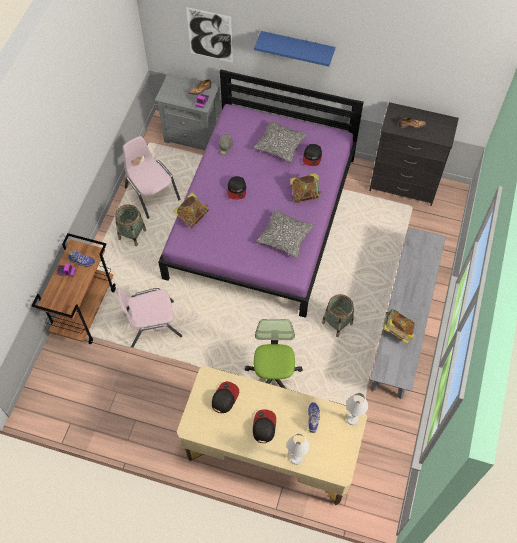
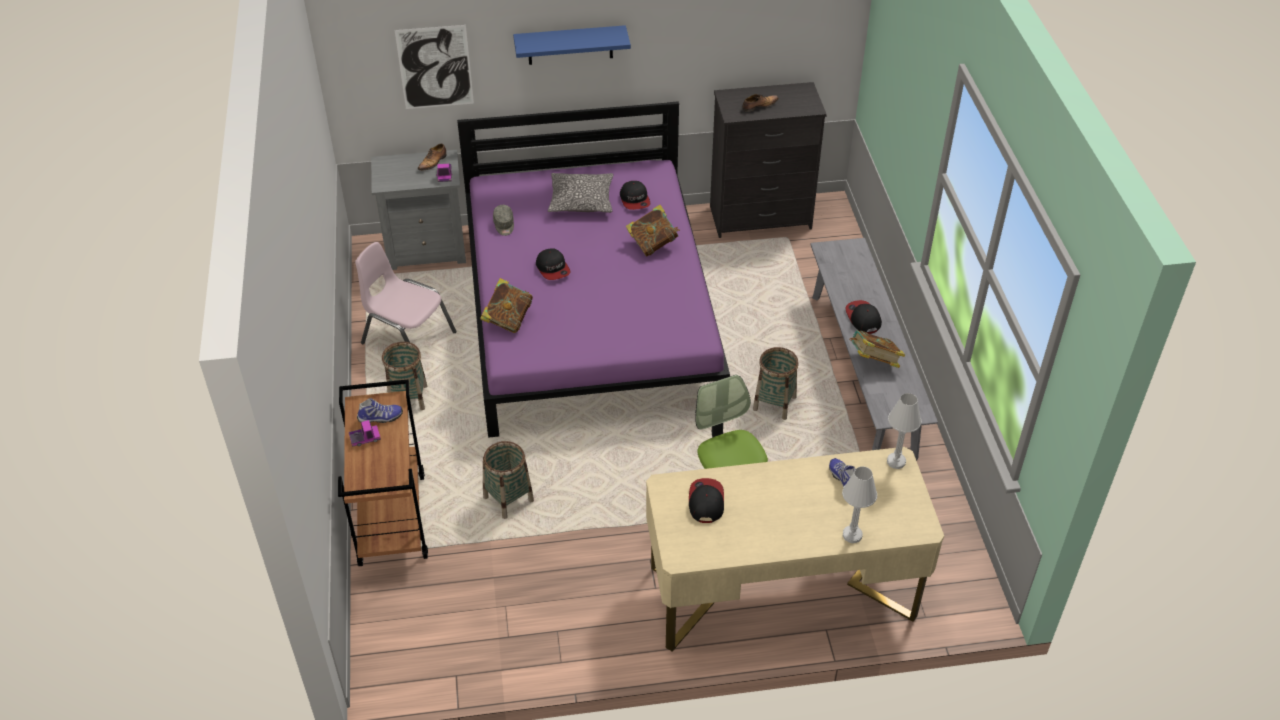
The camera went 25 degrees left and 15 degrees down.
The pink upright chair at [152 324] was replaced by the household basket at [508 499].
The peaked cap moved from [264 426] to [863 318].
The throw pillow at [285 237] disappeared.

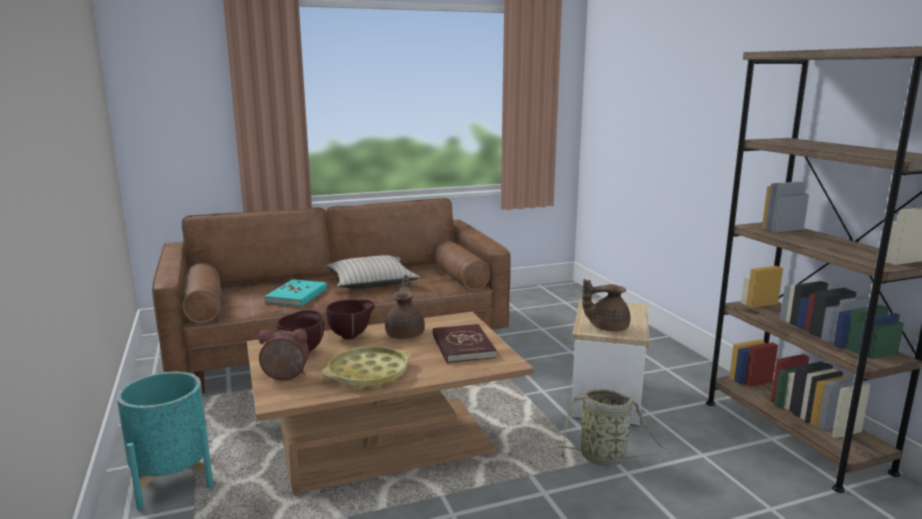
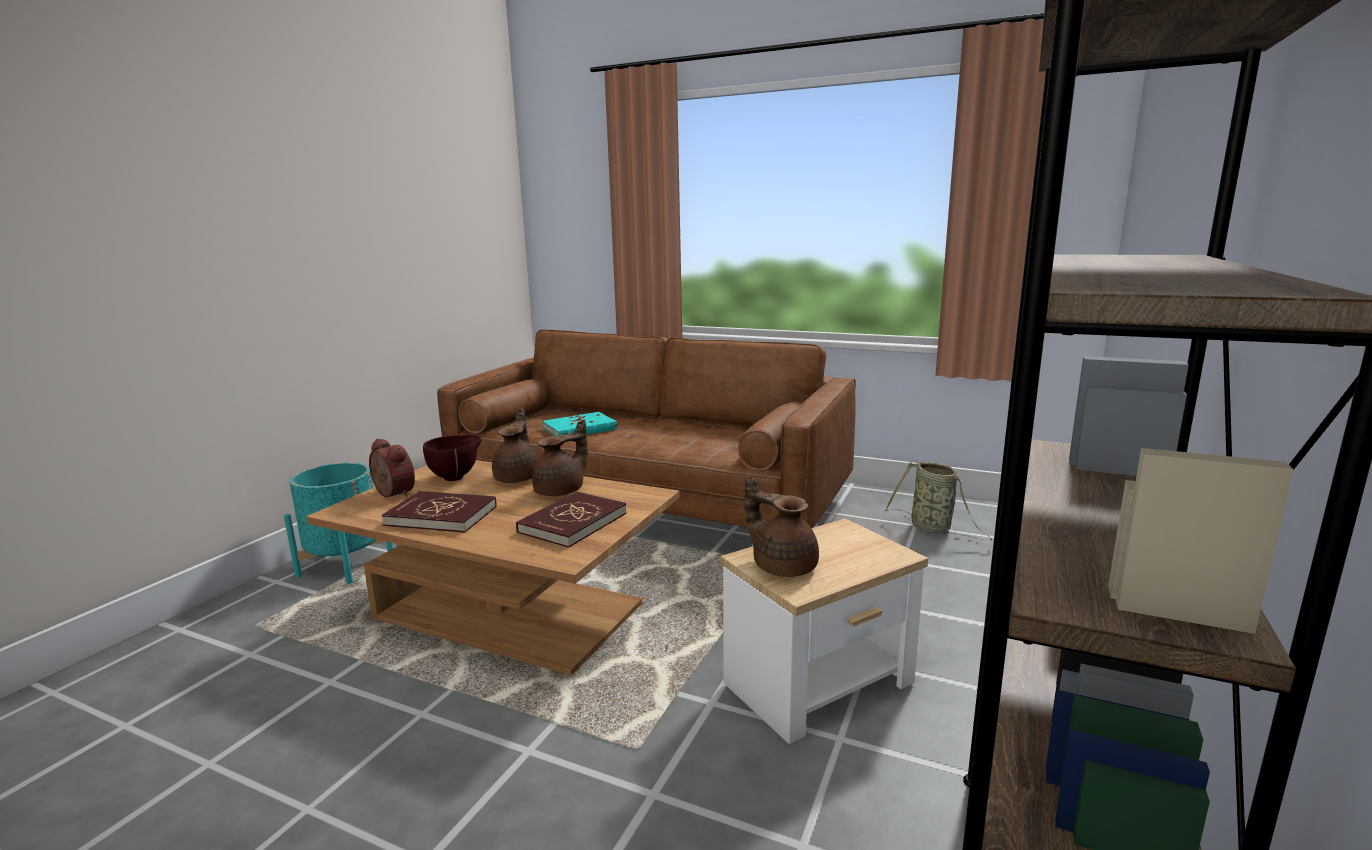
The camera went 45 degrees right and 0 degrees up.
The yellowish tray at [368 373] was replaced by the red-coloured bound book at [441 516].
The beige-coloured throw pillow at [371 282] disappeared.
The brown-coloured bowl at [352 336] was replaced by the brown-coloured teapot at [518 477].
The household basket moved from [606 458] to [933 529].

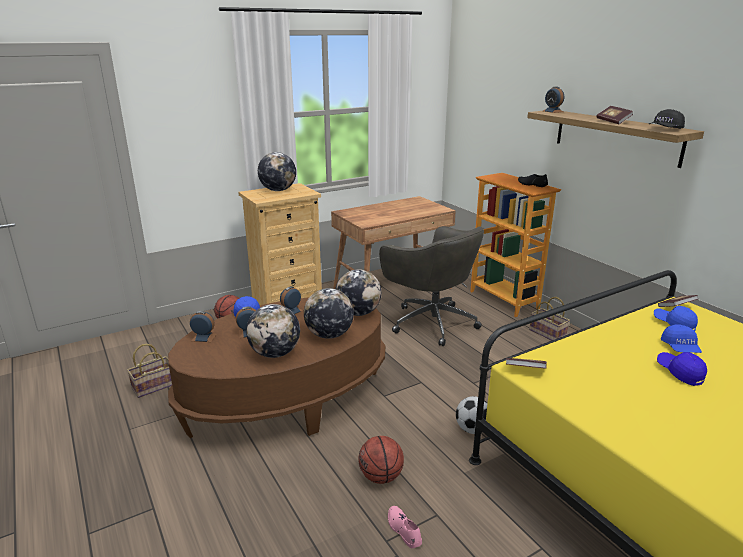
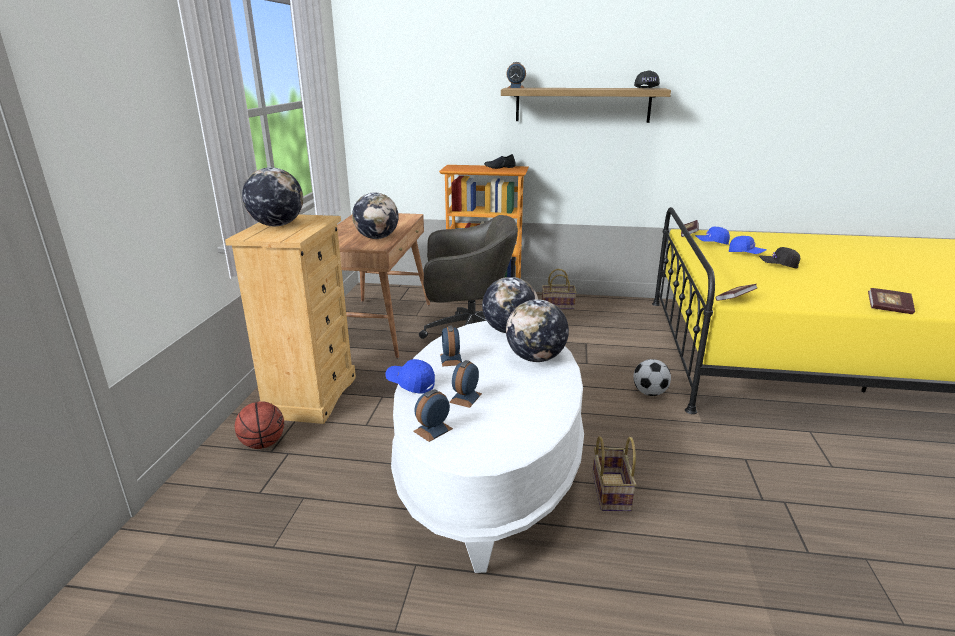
The camera went 50 degrees left and 0 degrees up.
The household basket moved from [154 385] to [609 491].
The brown-coloured lounge table at [286 399] became the white-coloured lounge table at [489 468].
The world globe moved from [275 353] to [377 238].
The basketball at [381 476] disappeared.
The pink low shoe at [403 529] disappeared.
The bound book moved from [613 122] to [888 309].
The bluish peaked cap at [679 373] became the black peaked cap at [778 265].

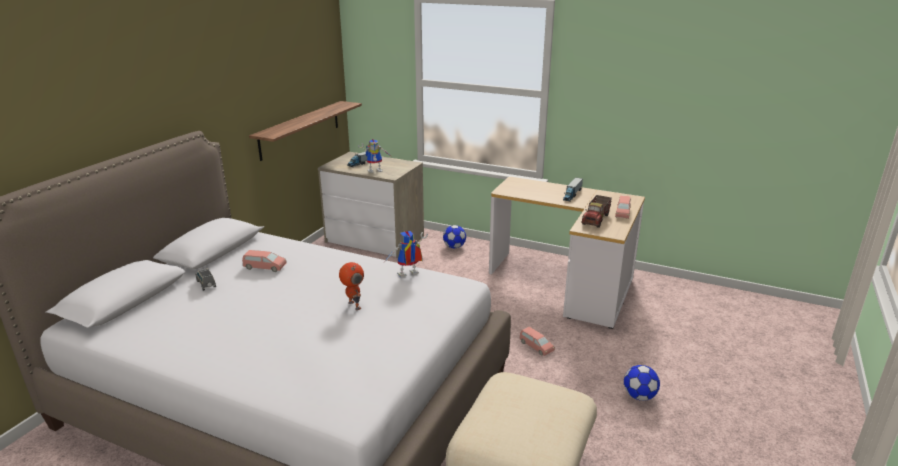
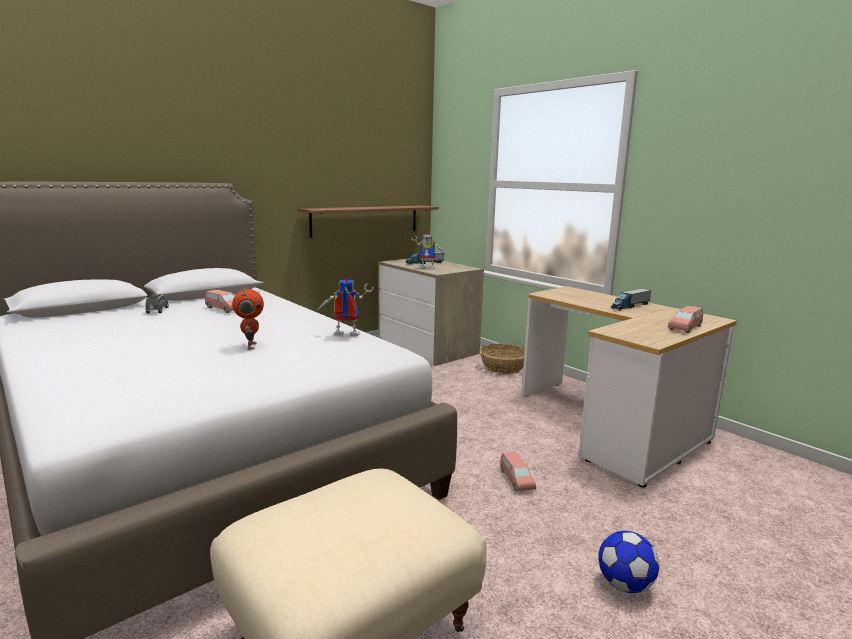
The camera went 25 degrees right and 10 degrees down.
The football at [454 247] was replaced by the household basket at [503 367].
The model truck at [596 219] disappeared.

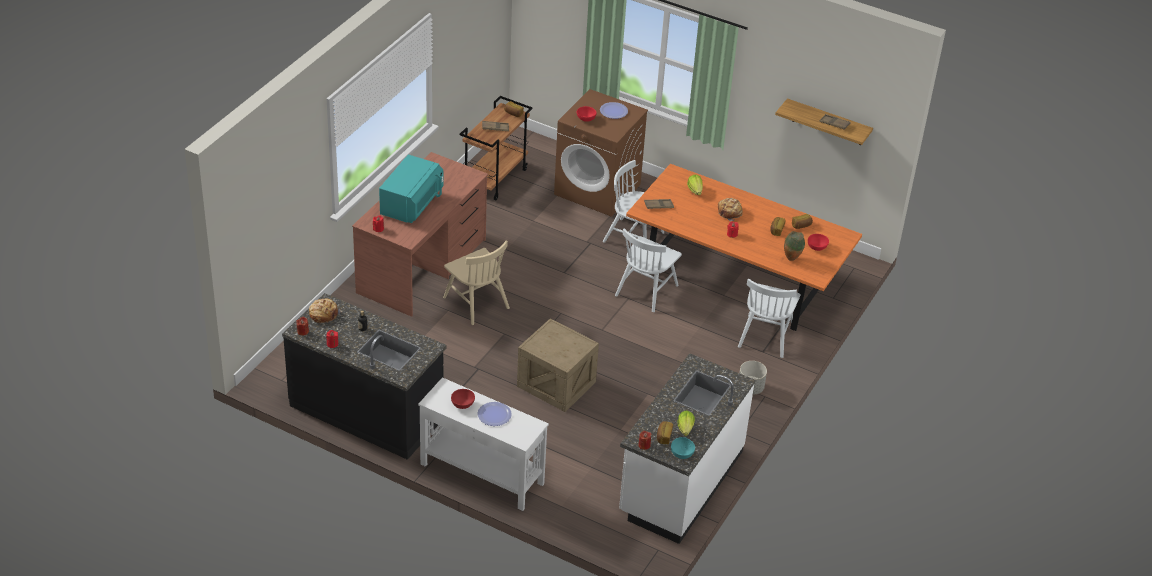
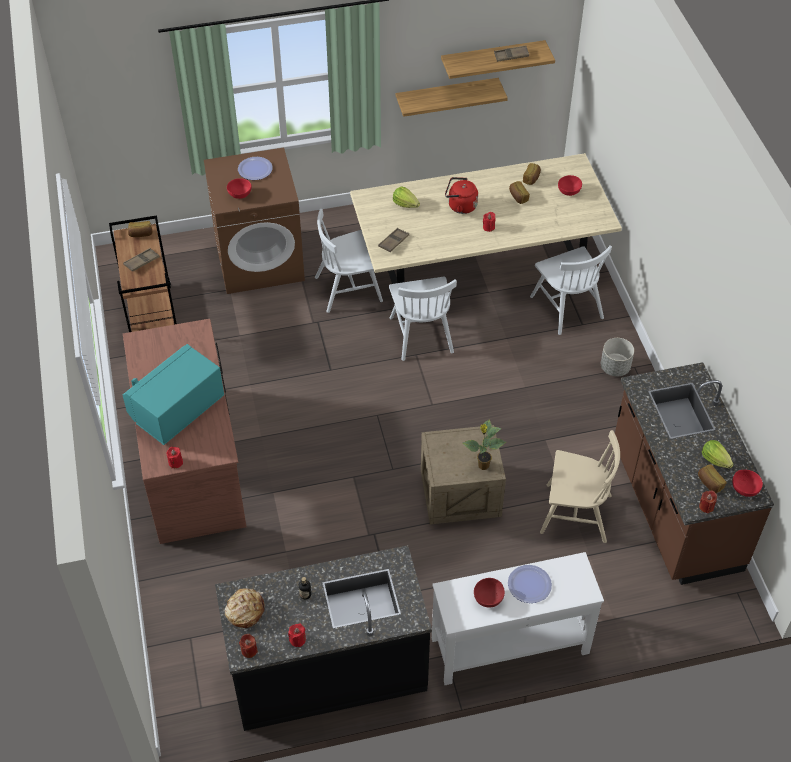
The camera went 40 degrees left and 10 degrees up.
The turquoise microwave oven at [412 204] turned 120 degrees counterclockwise.
The beige-coloured upright chair moved from [476 302] to [575 513].
The white-coloured kitchen base unit at [680 482] became the brown-coloured kitchen base unit at [673 508].
The orange dining table at [736 279] became the beige-coloured dining table at [480 269].
The turquoise bowl at [682 453] became the red-coloured bowl at [744 488].
The bakery bread at [730 212] was replaced by the red-coloured tea kettle at [460 206].
The decorative vase at [791 259] disappeared.
The bracket shelf at [446 96] appeared.
The potted plant at [483 466] appeared.

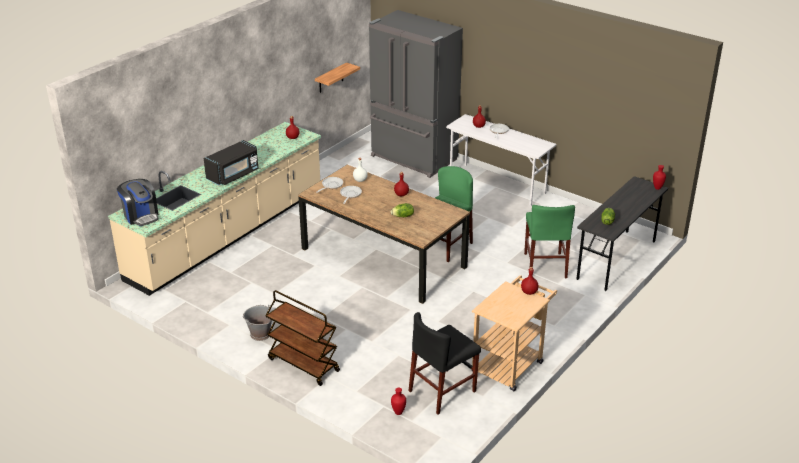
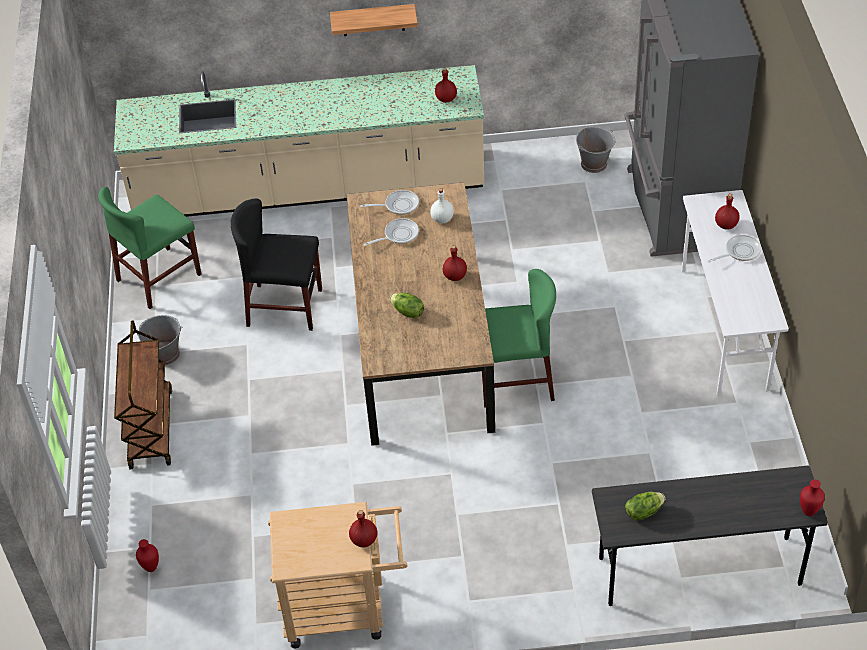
The camera went 50 degrees right and 15 degrees up.
The coffee maker at [141 216] disappeared.
The black microwave oven at [233 175] disappeared.
The bracket shelf moved from [331 78] to [373 20].
The black upright chair moved from [442 391] to [285 307].
The greenish upright chair moved from [545 265] to [159 277].
The gray bucket at [594 164] appeared.

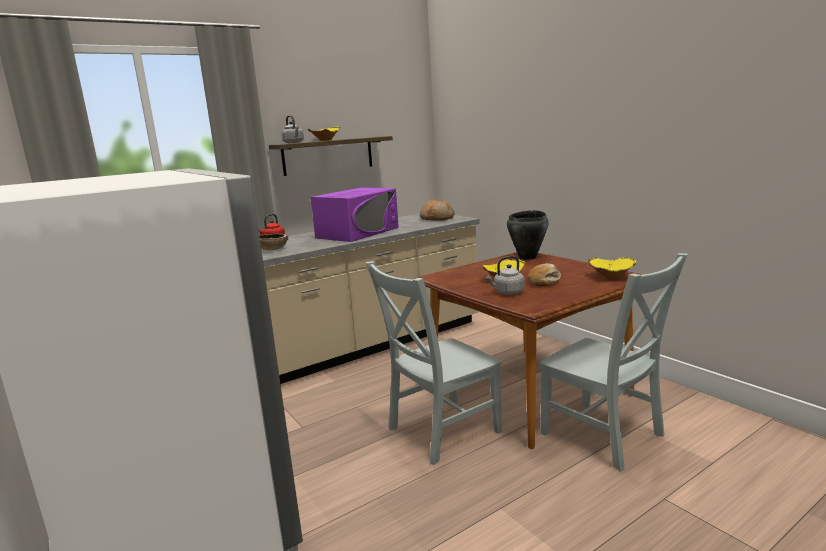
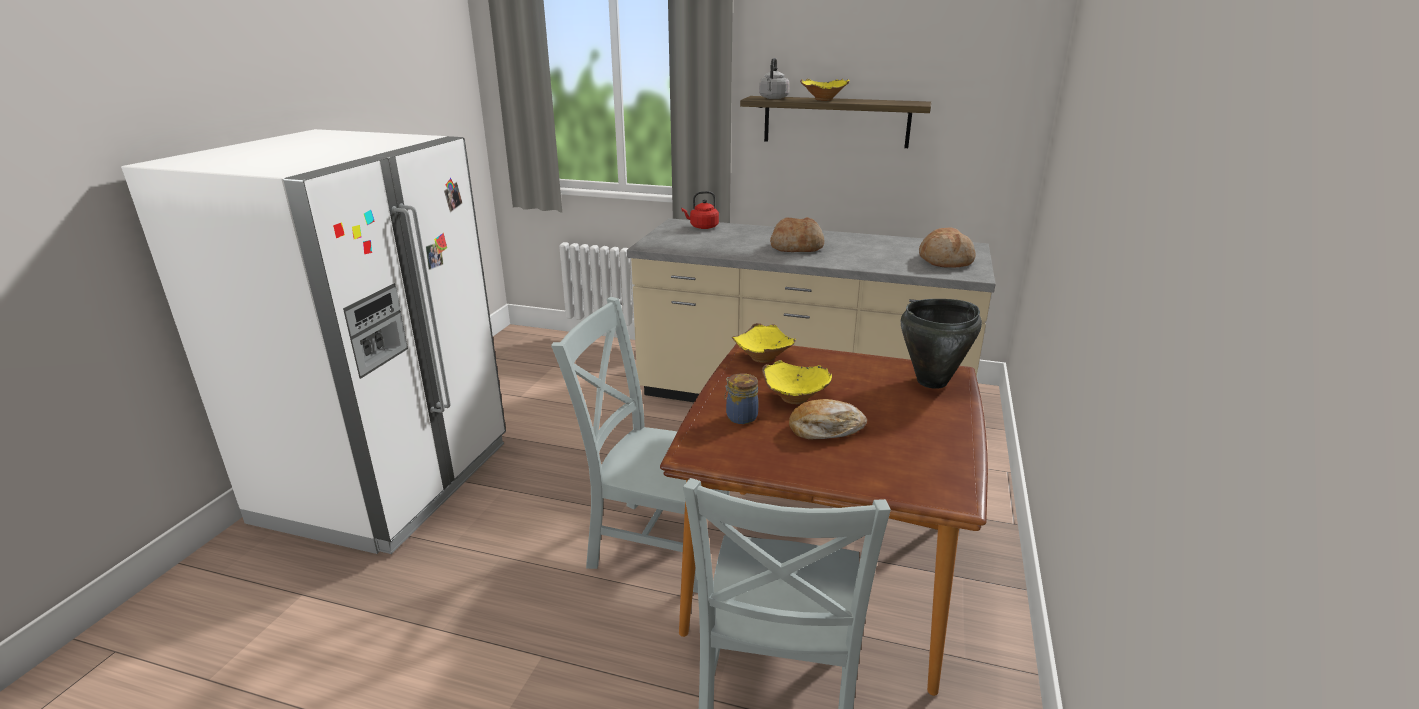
The camera went 50 degrees right and 10 degrees up.
The brown-coloured bowl at [272 249] disappeared.
The purple-coloured microwave oven at [358 232] was replaced by the bakery bread at [797 247].
The gray tea kettle at [507 292] was replaced by the storage jar at [740 416].
The yellowish bowl moved from [611 277] to [765 357].

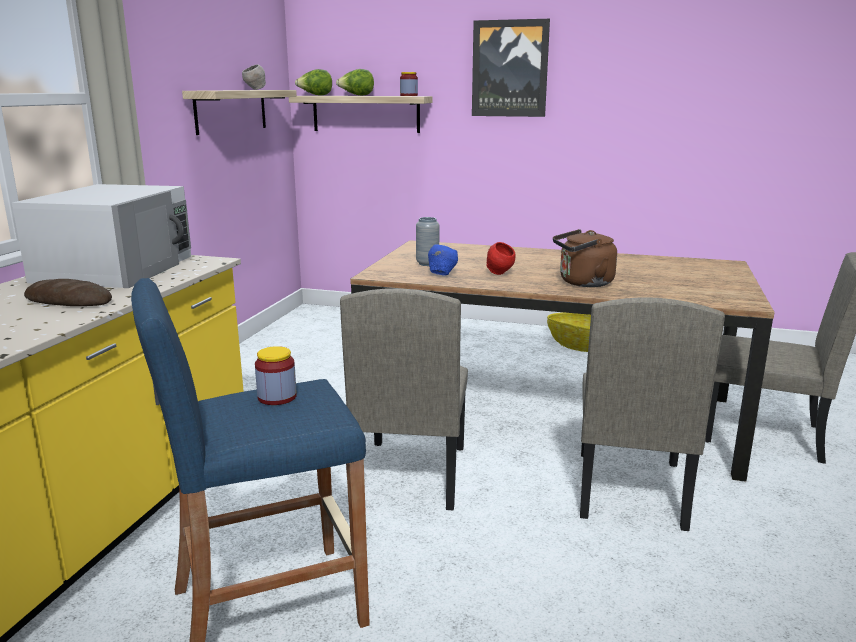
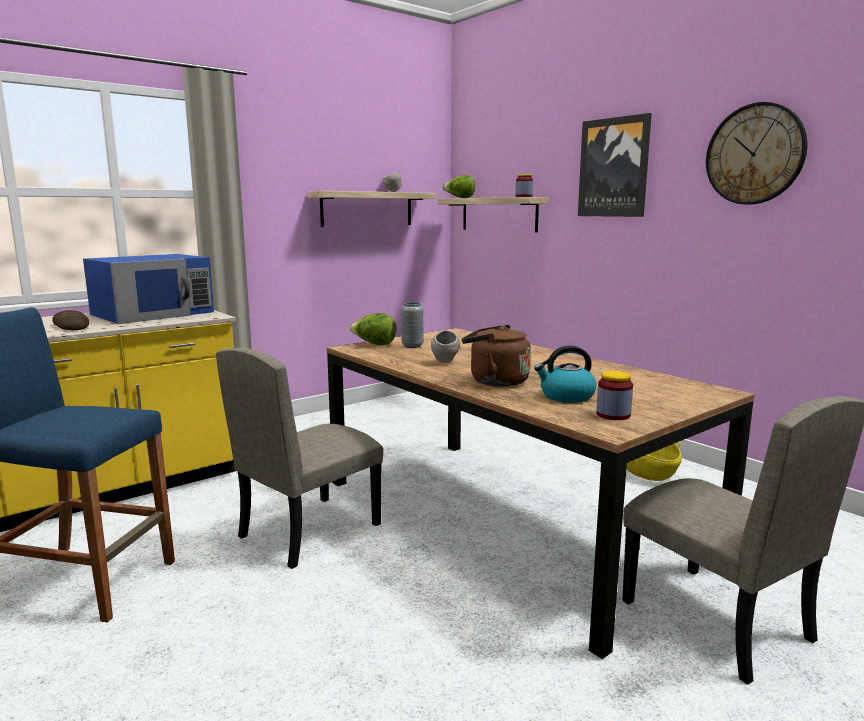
The camera went 35 degrees right and 5 degrees down.
The white-coloured microwave oven at [117 268] became the bluish microwave oven at [154 313].
The storage jar moved from [277 397] to [613 415].
The head of lettuce moved from [356 95] to [374 344].
The bluish bowl at [442 275] disappeared.
The red-coloured bowl at [500 274] became the gray bowl at [445 362].
The beige-coloured upright chair at [629 489] disappeared.
The tea kettle at [566 396] appeared.
The clock on the wall at [755 154] appeared.

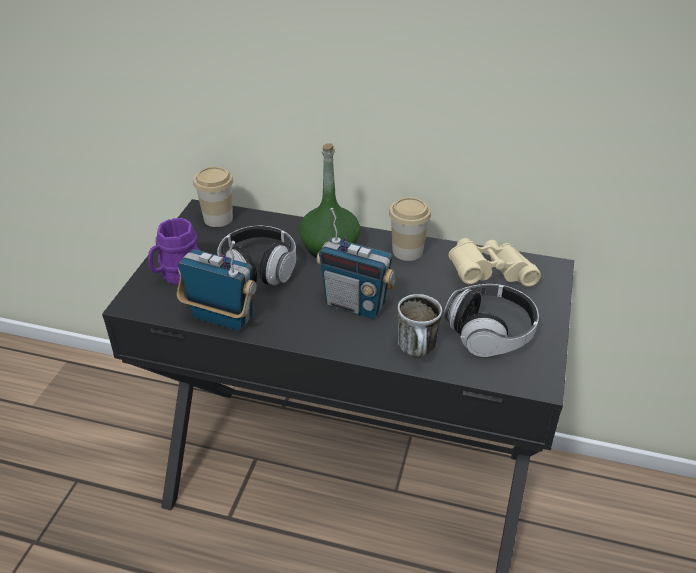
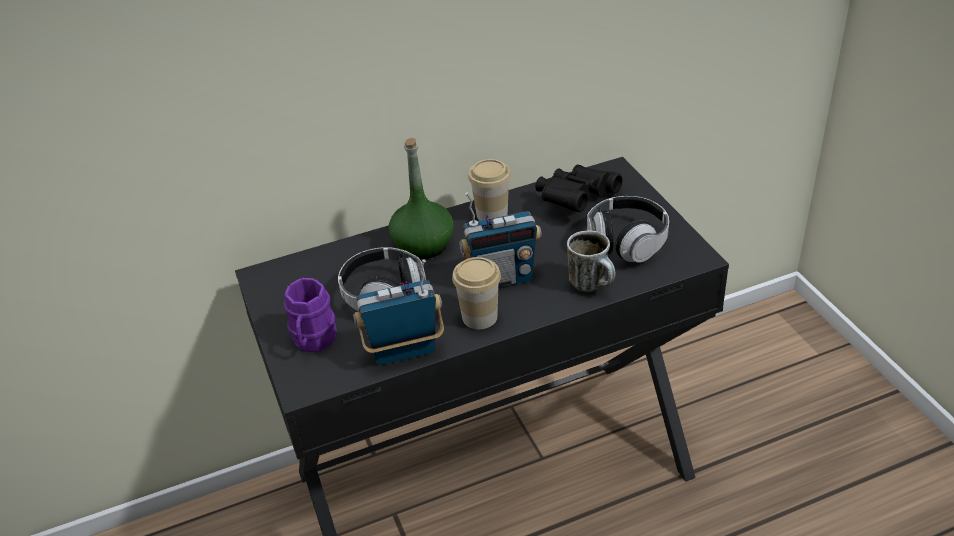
The camera went 35 degrees left and 0 degrees up.
The drinking cup moved from [218 218] to [479 317].
The beige-coloured binoculars at [488 275] became the black binoculars at [575 200].

